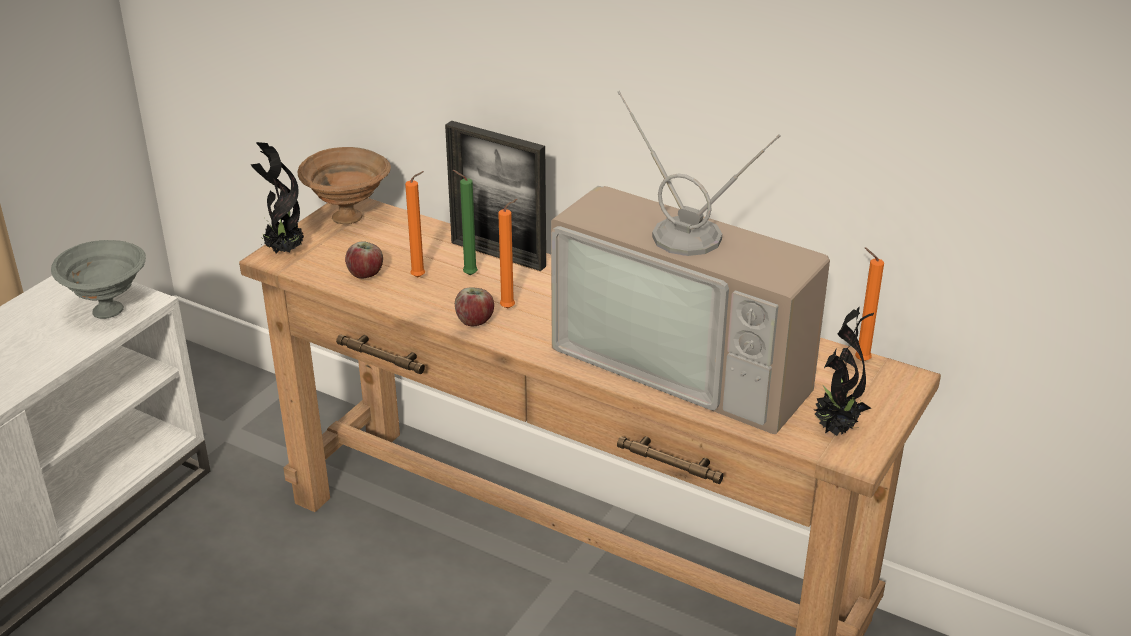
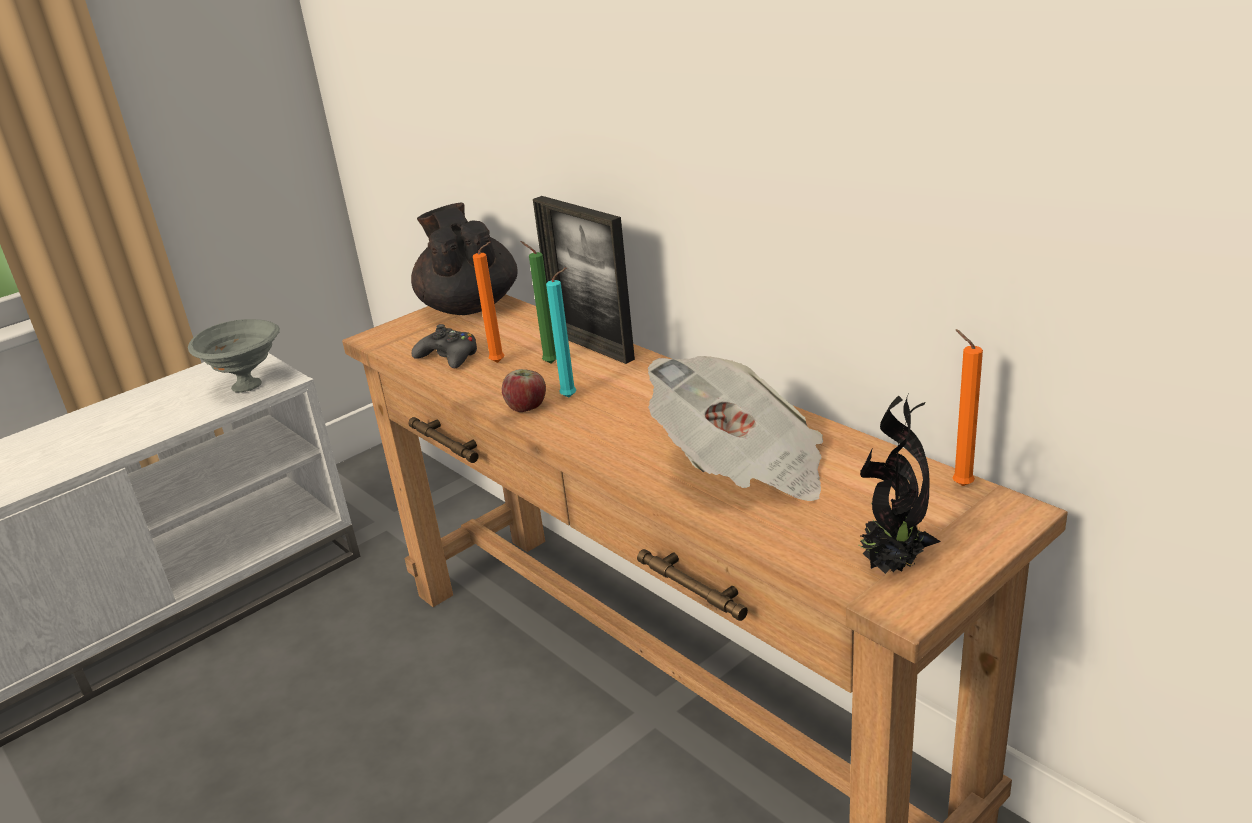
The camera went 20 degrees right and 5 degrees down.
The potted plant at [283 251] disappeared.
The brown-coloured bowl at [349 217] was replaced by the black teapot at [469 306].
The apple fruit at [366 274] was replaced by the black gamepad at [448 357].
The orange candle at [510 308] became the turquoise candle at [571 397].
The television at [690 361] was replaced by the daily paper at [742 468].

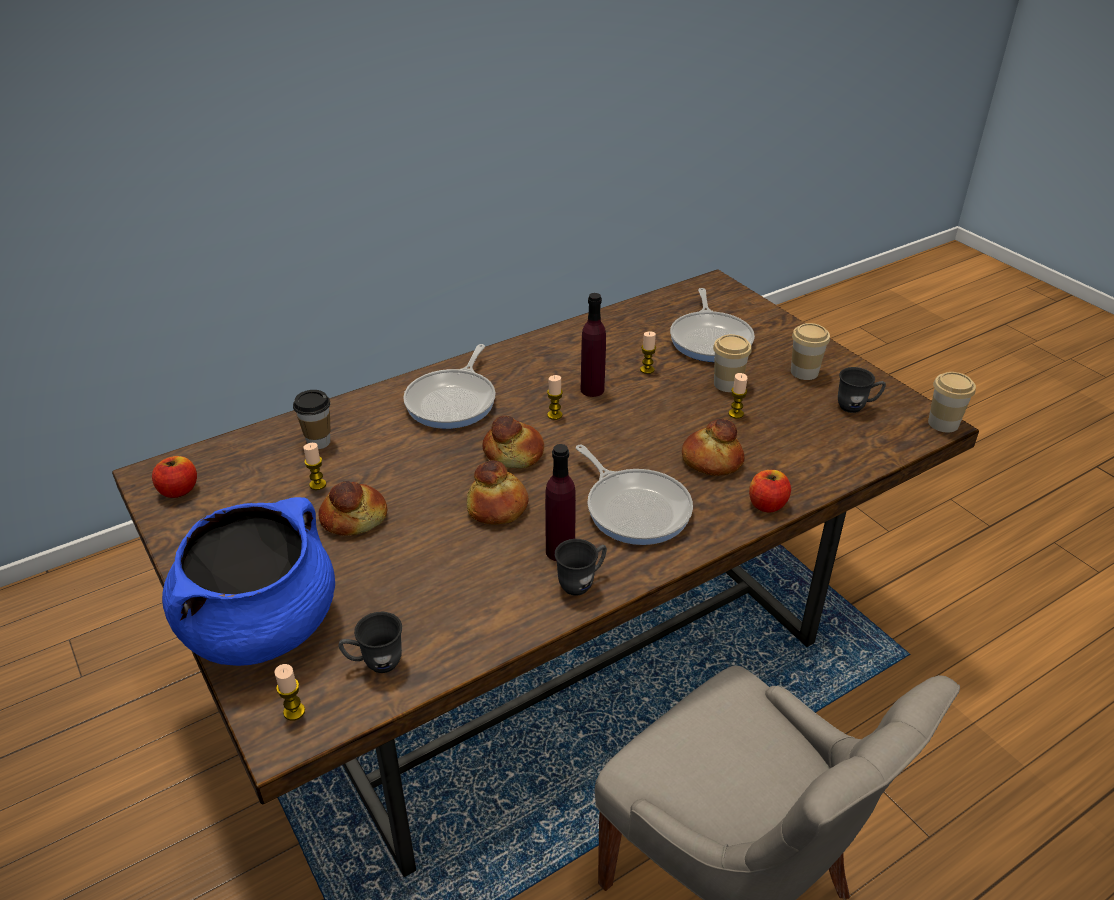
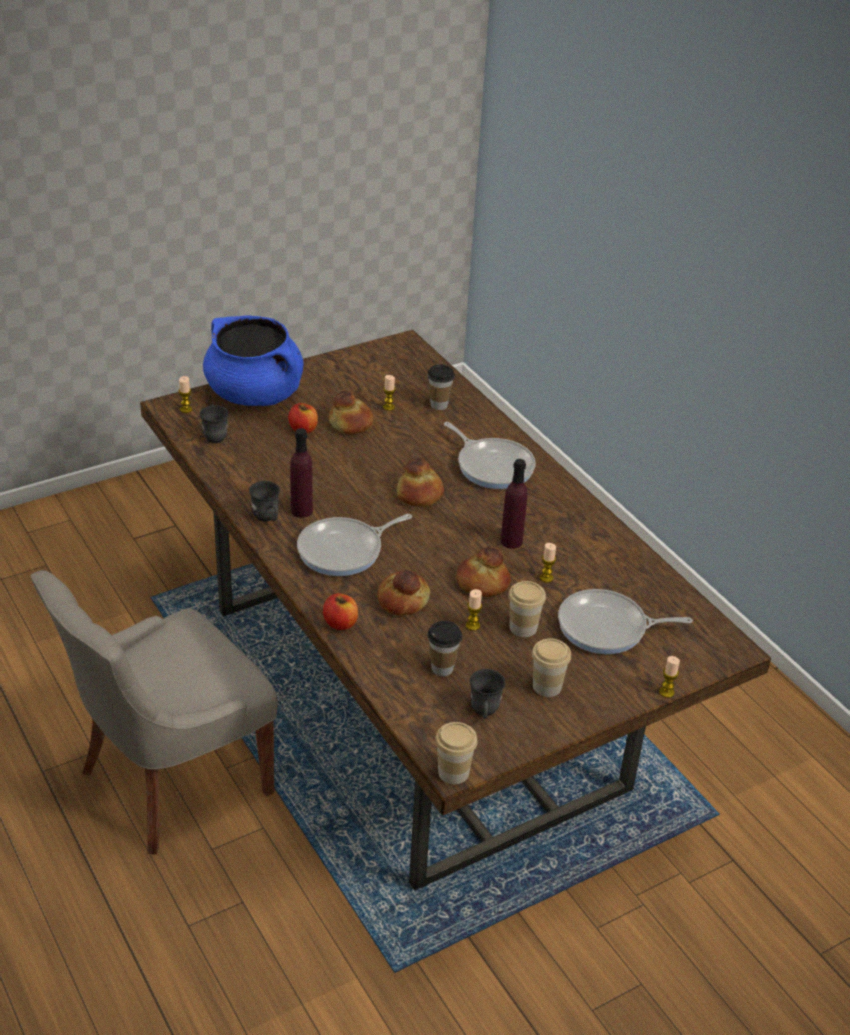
The camera went 90 degrees right and 0 degrees up.
The apple fruit moved from [178 490] to [303 429].
The skillet at [453 401] turned 150 degrees counterclockwise.
The bakery bread moved from [498 507] to [482 583].
The candle moved from [554 415] to [666 692].
The drinking cup at [442 668] appeared.

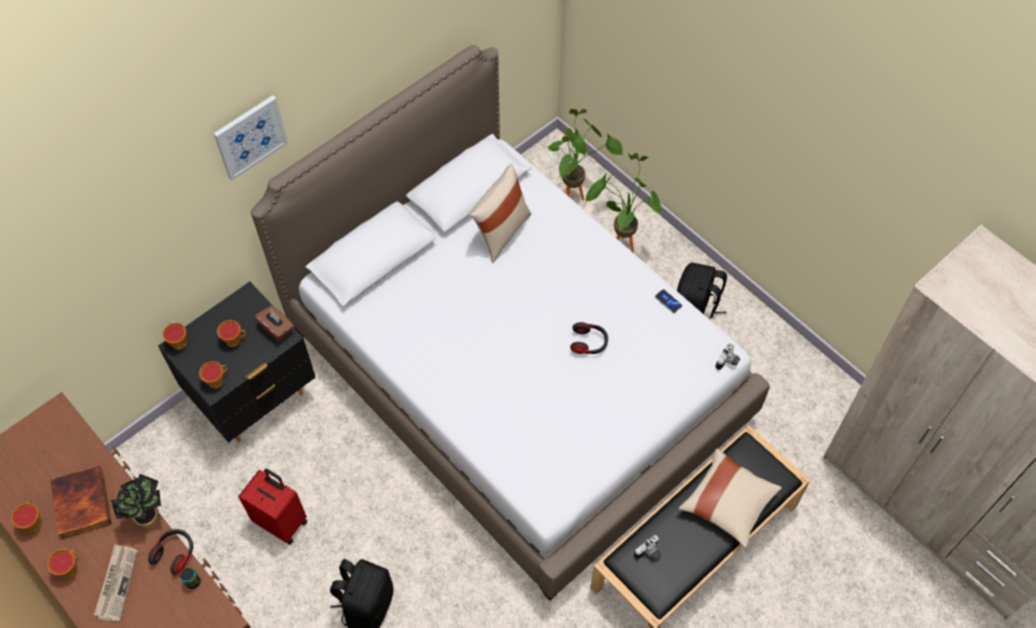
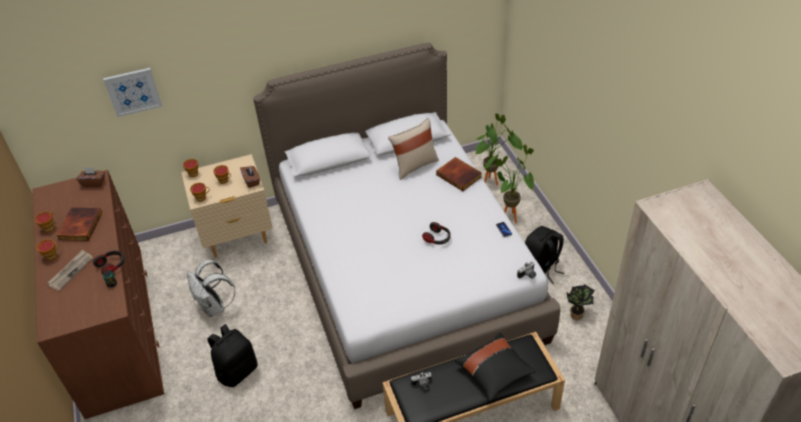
The camera went 25 degrees right and 15 degrees down.
The potted plant moved from [149 516] to [577 314].
The black bedside table at [254 398] became the beige-coloured bedside table at [237 237].
The wall picture moved from [250 136] to [133 91].
The red-coloured piece of luggage at [282 521] was replaced by the white-coloured knapsack at [214 307].
The beige-coloured throw pillow at [728 503] became the black throw pillow at [494 372].
The brown-coloured box of tissues at [94 183] appeared.
The bound book at [459 175] appeared.

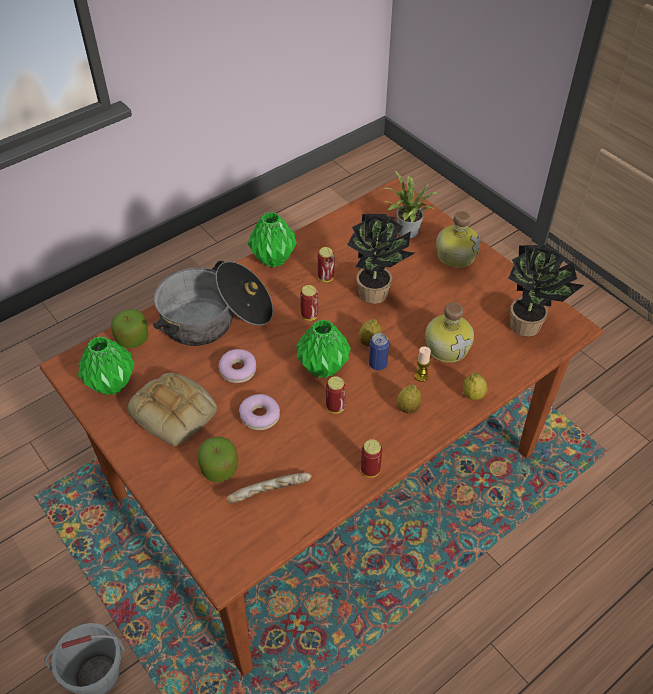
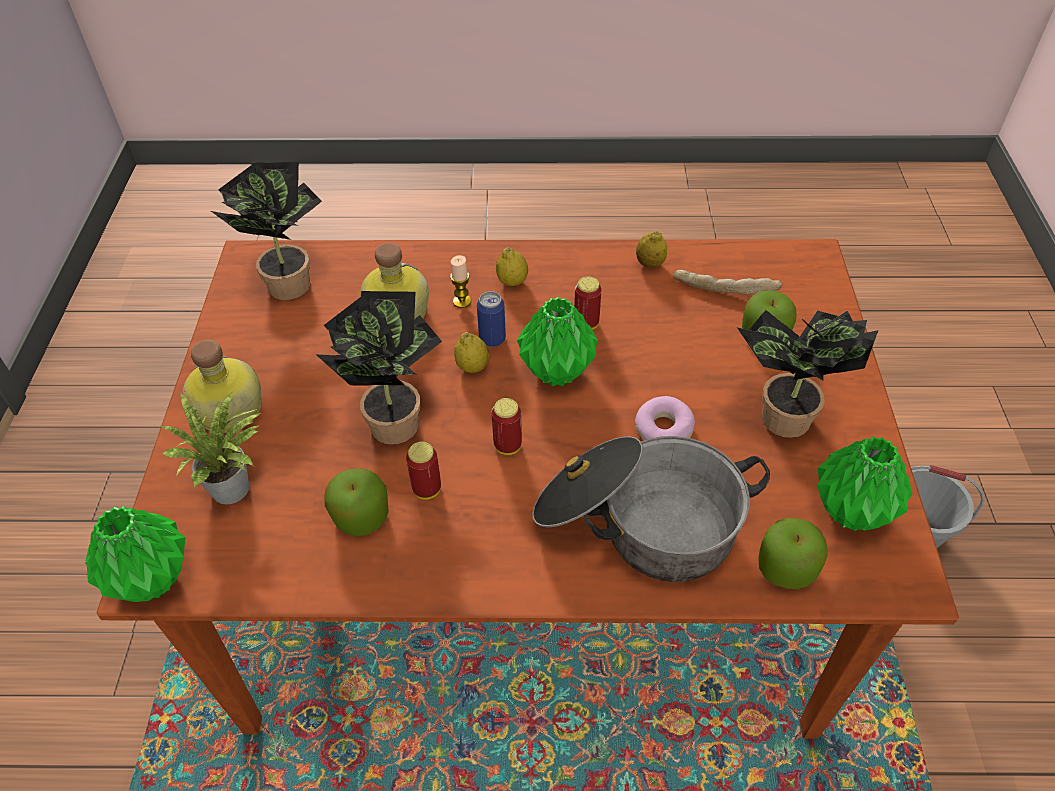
The camera went 140 degrees left and 0 degrees up.
The bakery bread at [175 412] was replaced by the potted plant at [780 422].
The doughnut at [260 416] disappeared.
The greenish decorative vase moved from [274 259] to [152 577].
The sealed can at [370 470] disappeared.
The lemon moved from [473 395] to [650 264].
The apple fruit at [361 516] appeared.

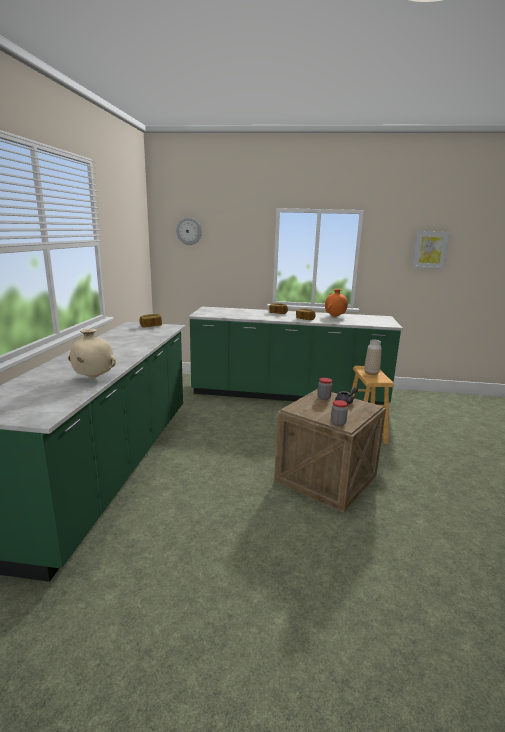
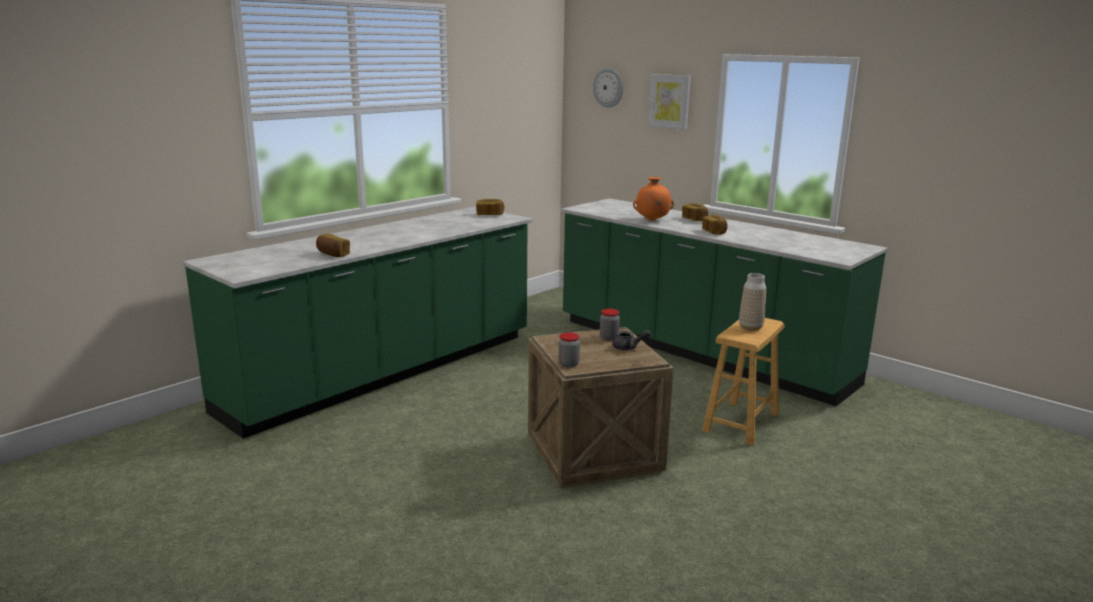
The camera went 35 degrees right and 0 degrees up.
The beige-coloured decorative vase at [93 378] was replaced by the bakery bread at [332 254].
The orange decorative vase moved from [335 317] to [652 220].
The wall picture moved from [430 250] to [669 101].

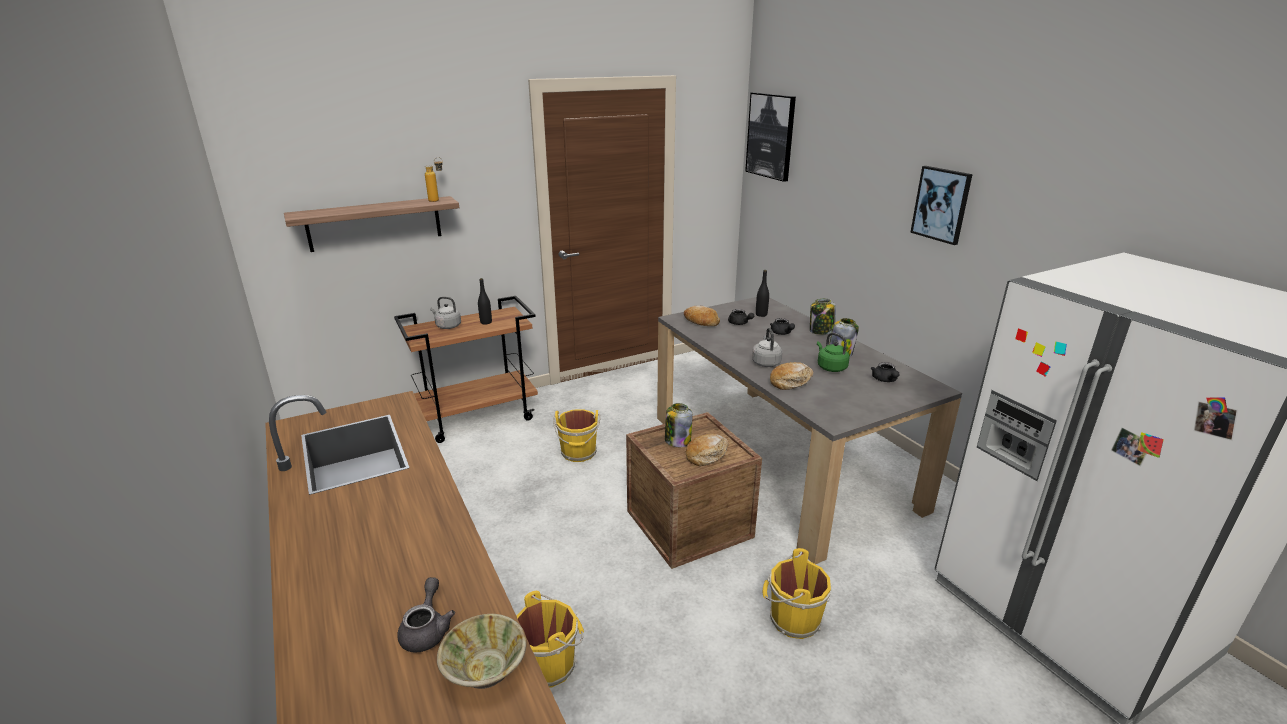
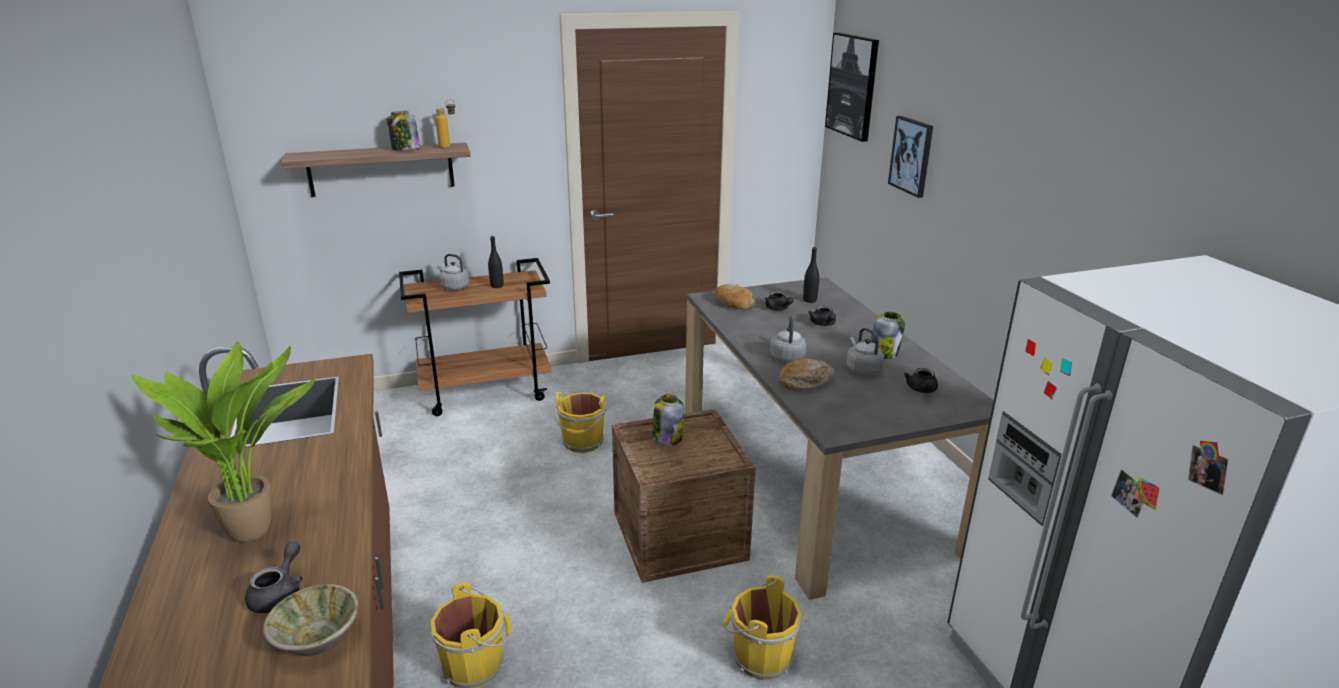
The camera went 10 degrees right and 0 degrees up.
The bakery bread at [707 455] disappeared.
The storage jar moved from [821 331] to [405 149].
The greenish tea kettle at [830 367] became the gray tea kettle at [862 369].
The wall picture moved from [941 204] to [911 156].
The potted plant at [257 529] appeared.

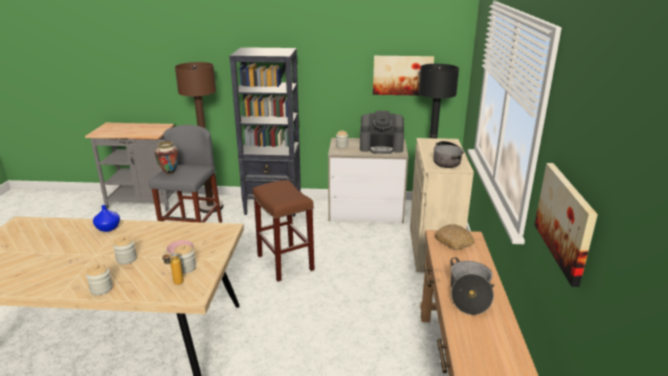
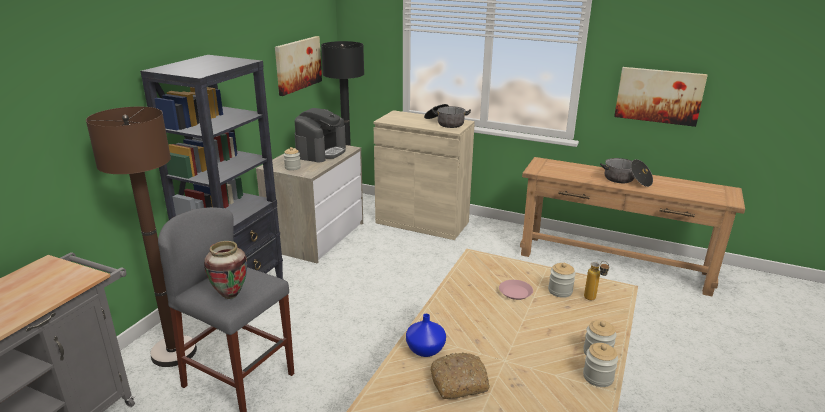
The camera went 70 degrees left and 0 degrees up.
The storage jar moved from [126 259] to [598 377].
The brown-coloured sitting stool at [286 263] disappeared.
The bakery bread moved from [454 242] to [459 382].

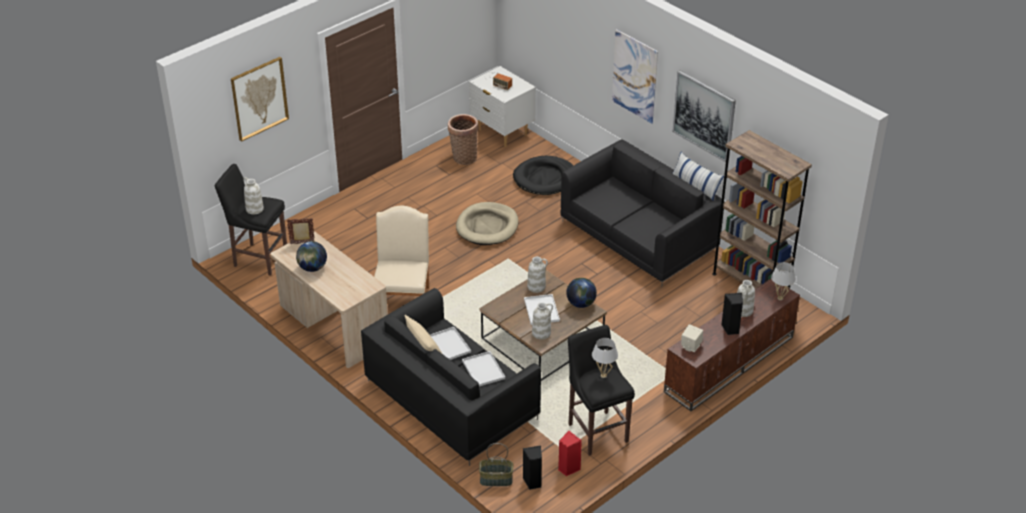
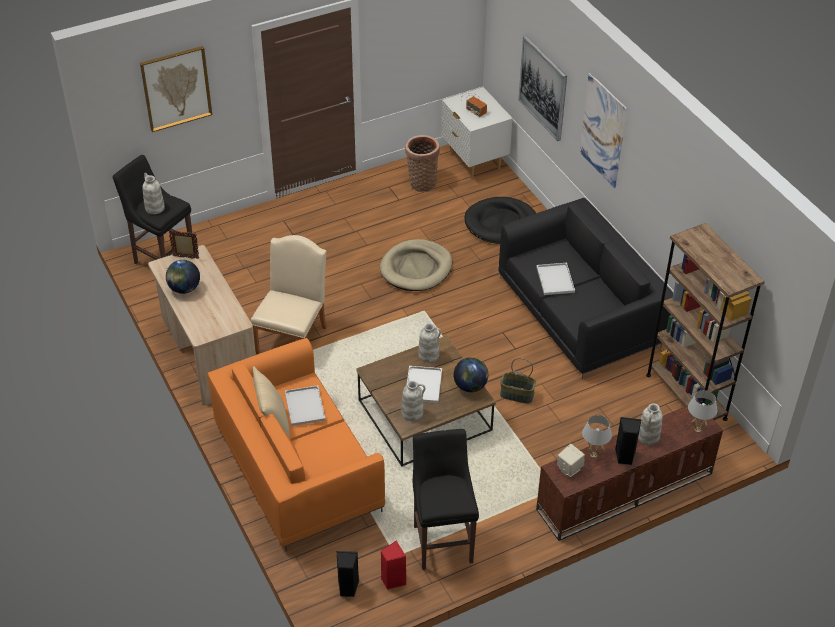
The camera went 15 degrees right and 5 degrees up.
The black sofa at [450 400] became the orange sofa at [296 467].
The white-coloured tray moved from [482 369] to [554 279].
The household basket moved from [495 480] to [516 395].
The white-coloured table lamp moved from [603 375] to [593 455].
The wall picture moved from [704 115] to [543 88].
The throw pillow at [695 186] disappeared.

